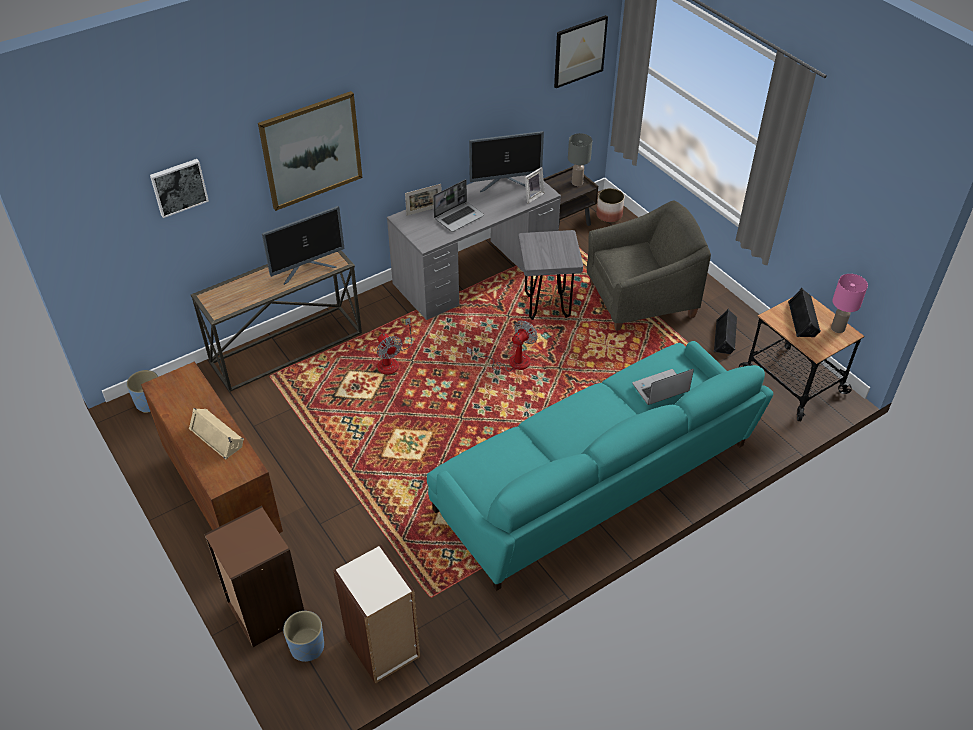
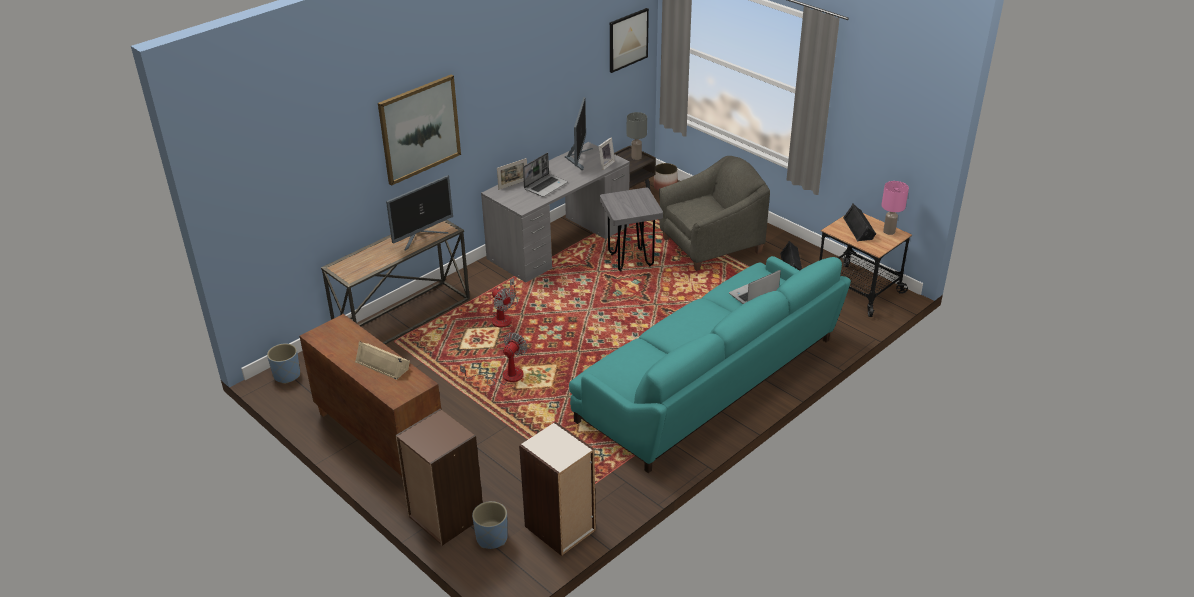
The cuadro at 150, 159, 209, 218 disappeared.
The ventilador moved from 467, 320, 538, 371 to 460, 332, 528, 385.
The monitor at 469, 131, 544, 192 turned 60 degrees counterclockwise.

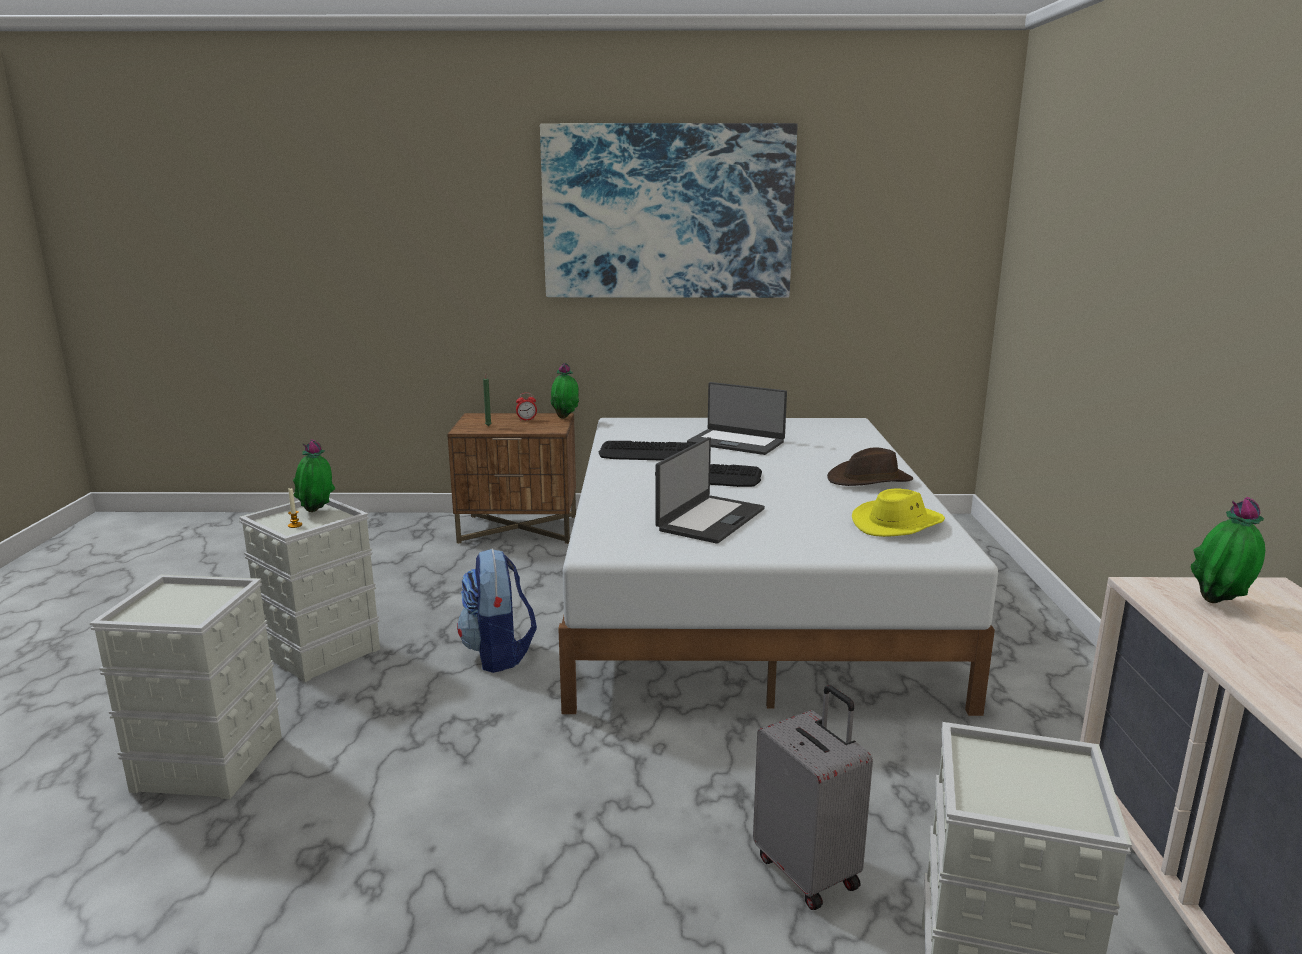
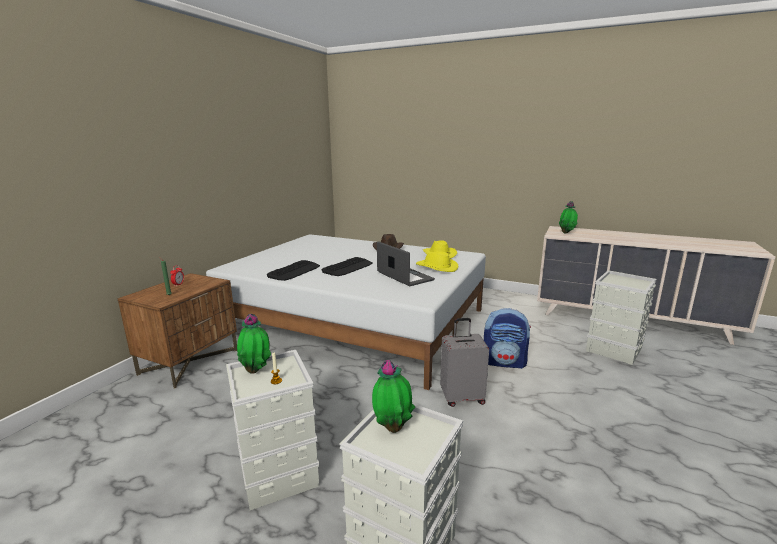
The cuadro at 540, 123, 797, 298 disappeared.
The portátil at 687, 382, 787, 455 disappeared.
The sombrero/amarillo at 416, 251, 458, 272 appeared.
The mochila moved from 457, 549, 537, 673 to 484, 308, 531, 369.
The planta en maceta moved from 551, 363, 579, 419 to 372, 359, 415, 433.
The maleta/gris moved from 753, 685, 873, 910 to 440, 318, 489, 407.

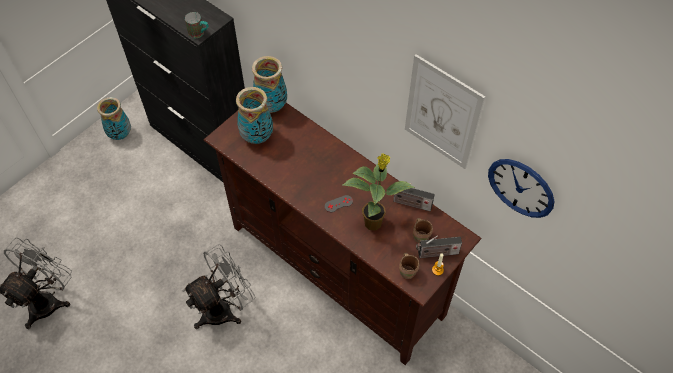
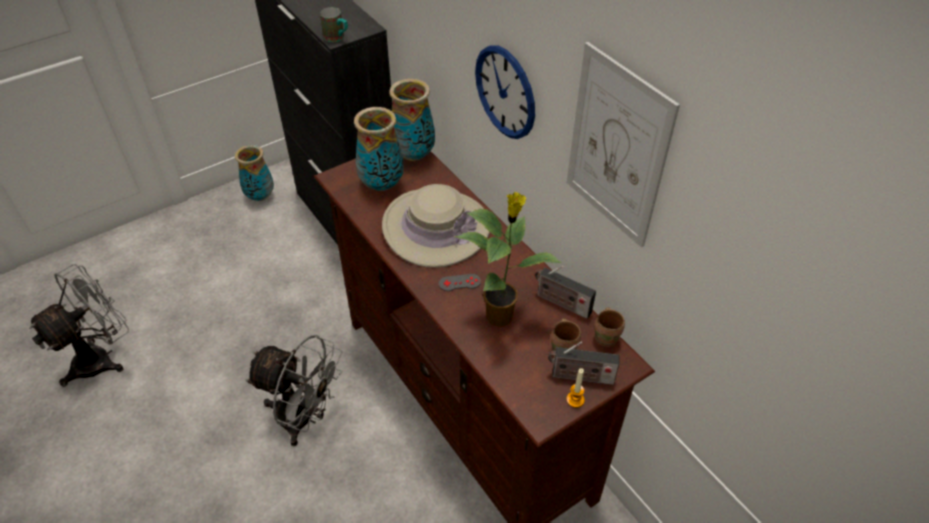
The sombrero/beis at 382, 184, 490, 268 appeared.
The taza grande/marrón moved from 399, 253, 419, 279 to 595, 308, 625, 347.
The reloj de pared moved from 488, 159, 555, 218 to 475, 45, 535, 139.
The ventilador/gris at 183, 244, 256, 329 turned 45 degrees clockwise.

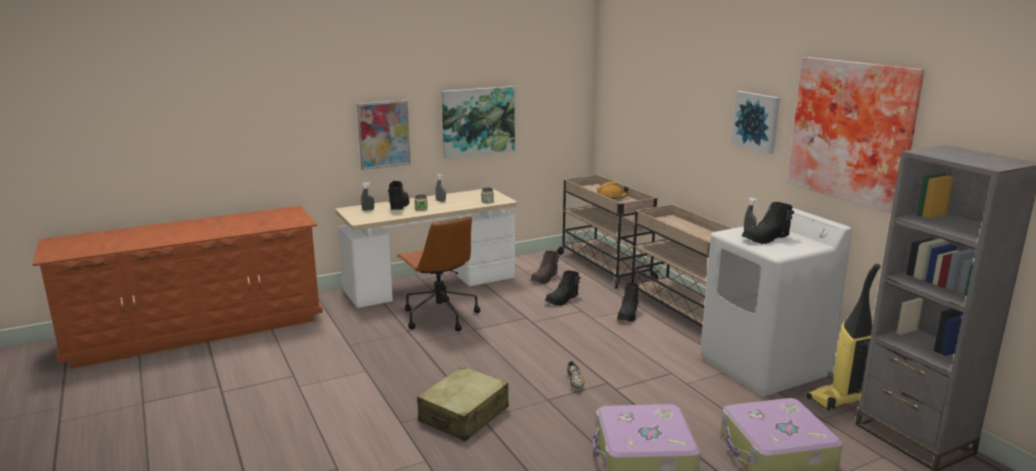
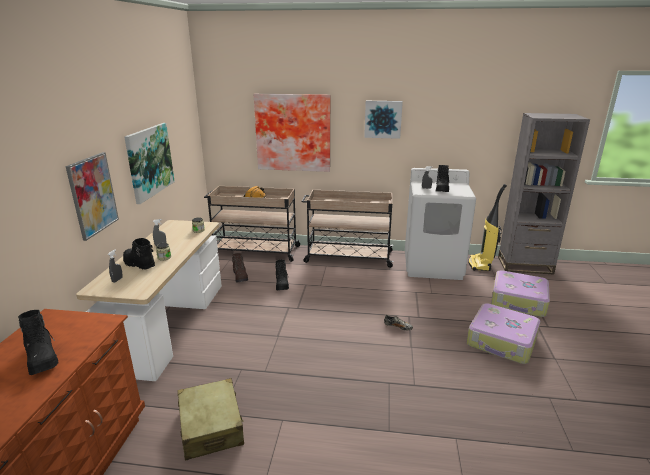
The silla de oficina/marrón at 396, 216, 480, 331 disappeared.
The maleta/beis moved from 417, 366, 509, 441 to 177, 378, 244, 461.
The bota/negro moved from 617, 283, 640, 322 to 18, 310, 58, 375.
The cuadro moved from 787, 57, 925, 214 to 254, 94, 330, 172.

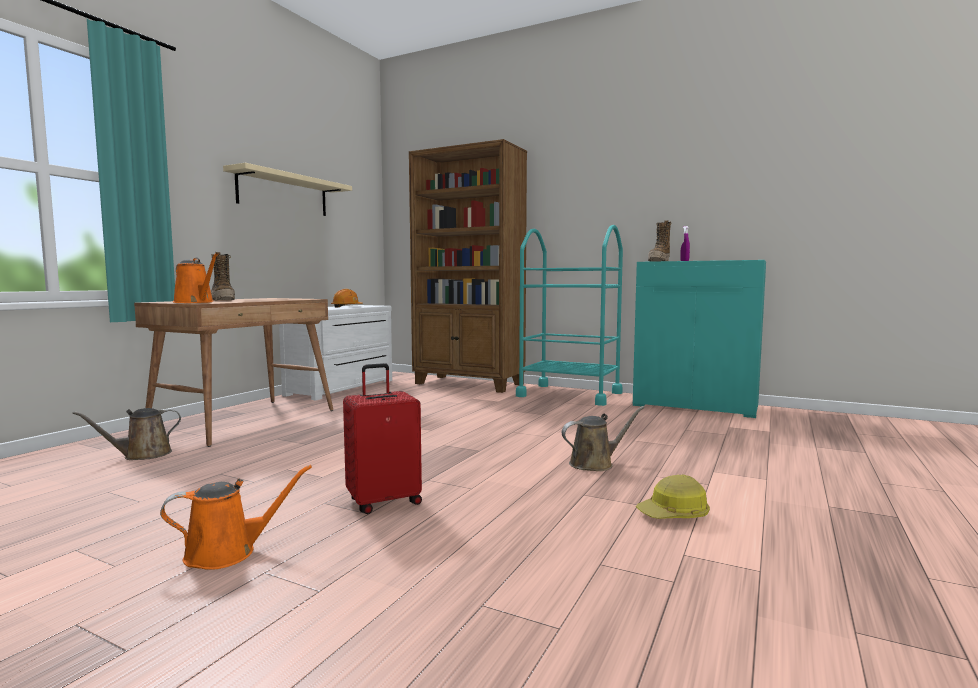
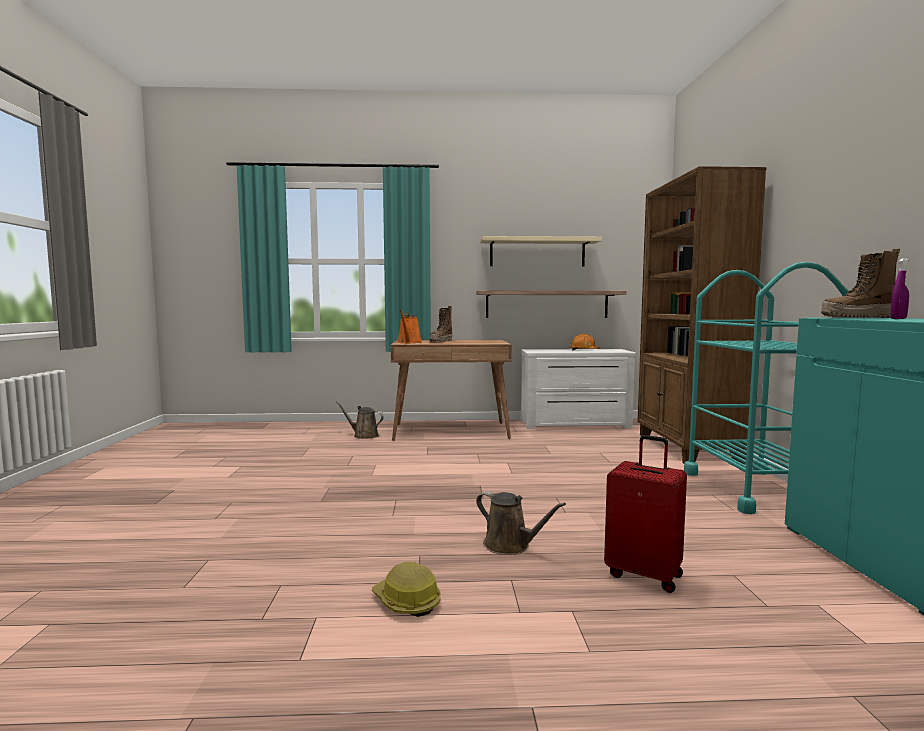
The regadera/naranja at 160, 465, 312, 570 disappeared.
The estante at 476, 291, 626, 318 appeared.
The maleta/rojo moved from 343, 363, 422, 514 to 604, 435, 687, 593.

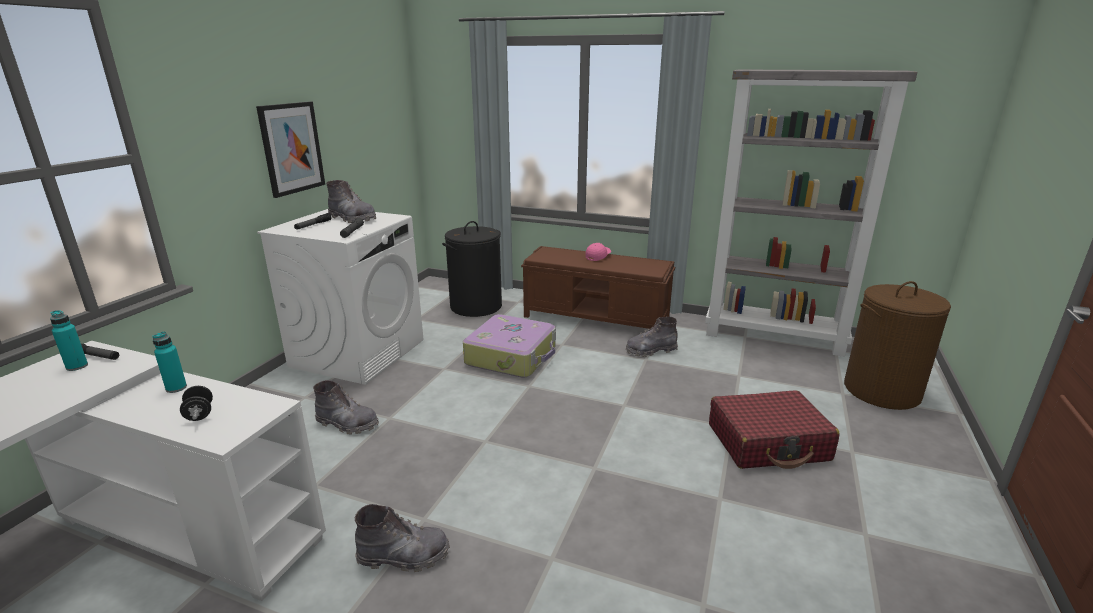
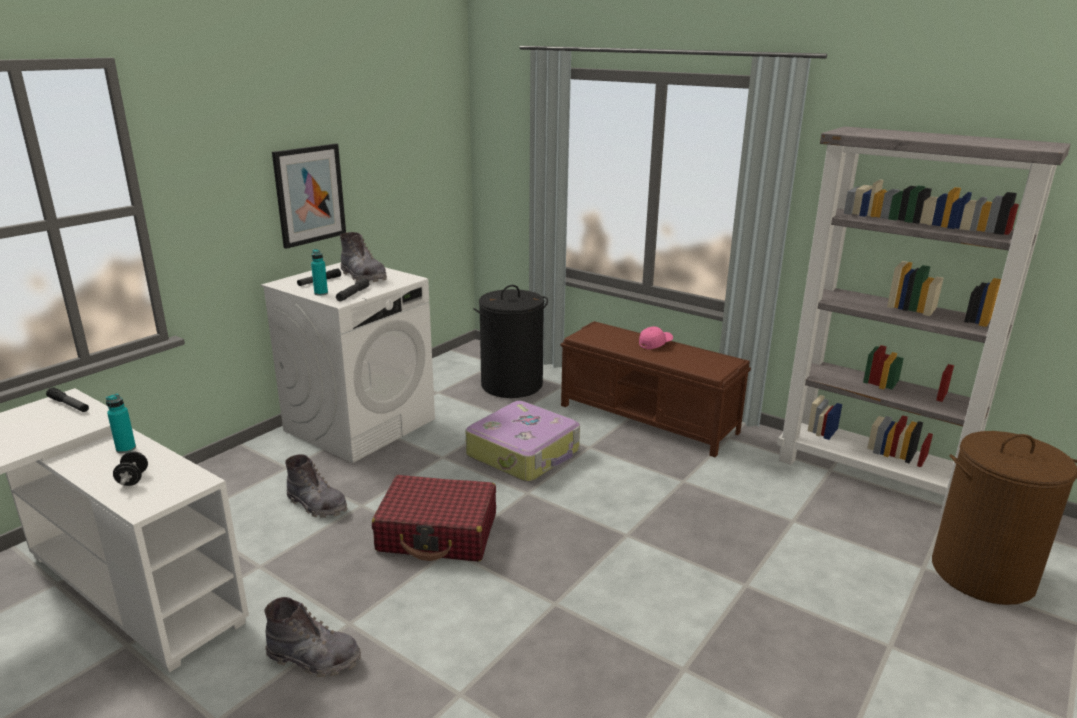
The bota/gris at 626, 317, 678, 357 disappeared.
The botella/turquesa moved from 50, 310, 88, 371 to 311, 249, 328, 296.
The maleta/rojo moved from 709, 390, 840, 469 to 372, 475, 496, 561.

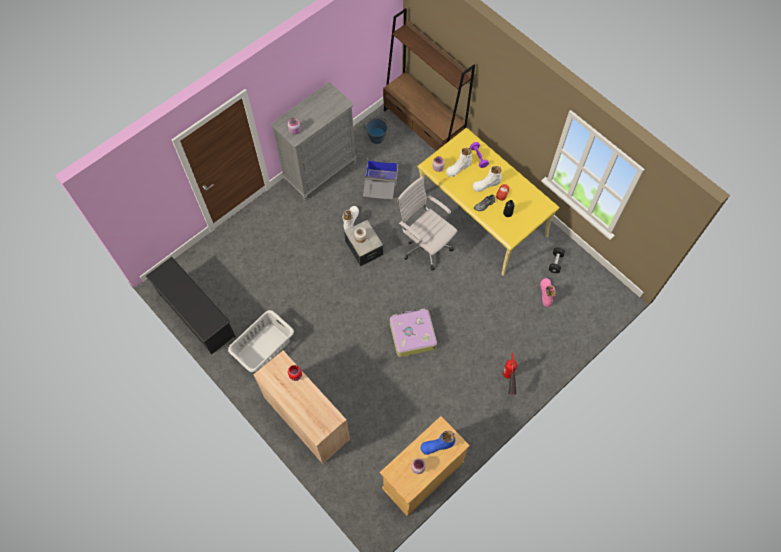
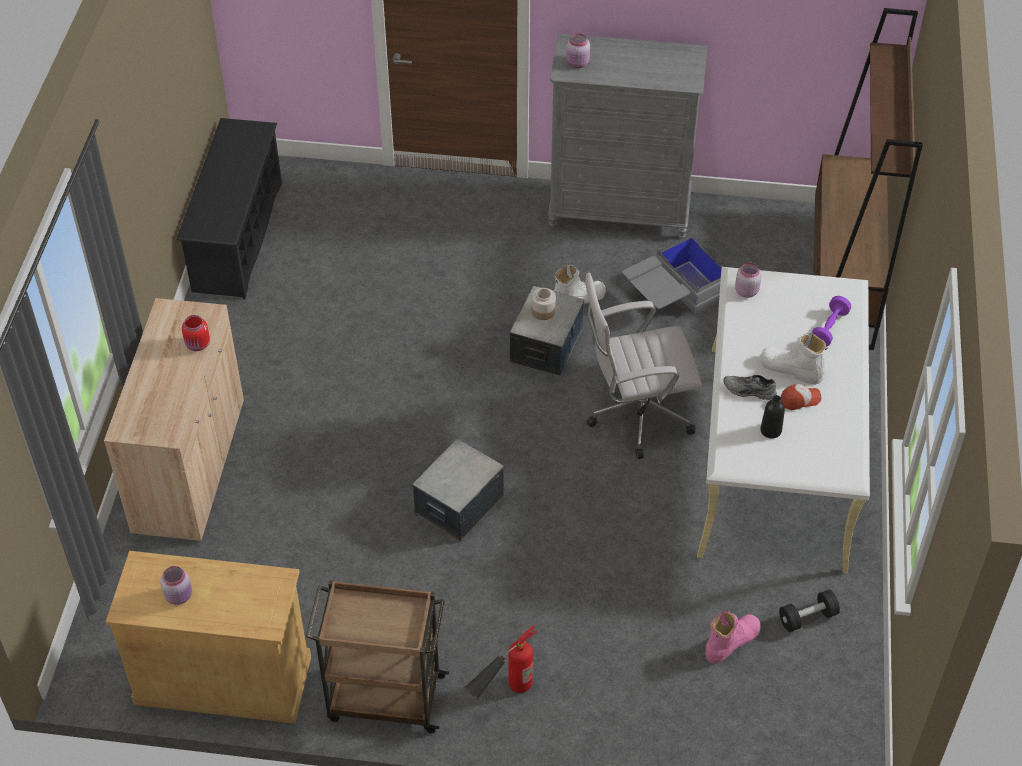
The cesto de la ropa/gris at 228, 310, 294, 372 disappeared.
The cubo/azul at 363, 117, 388, 144 disappeared.
The bota/azul at 421, 431, 455, 455 disappeared.
The bota/blanco at 446, 148, 472, 177 disappeared.
The carrito/marrón at 306, 580, 449, 733 appeared.
The maleta at 390, 309, 437, 357 was replaced by the caja de almacenaje at 412, 439, 504, 541.
The escritorio/amarillo at 417, 128, 560, 276 became the escritorio/blanco at 697, 267, 870, 573.
The silla de oficina/blanco at 397, 177, 457, 271 turned 105 degrees counterclockwise.

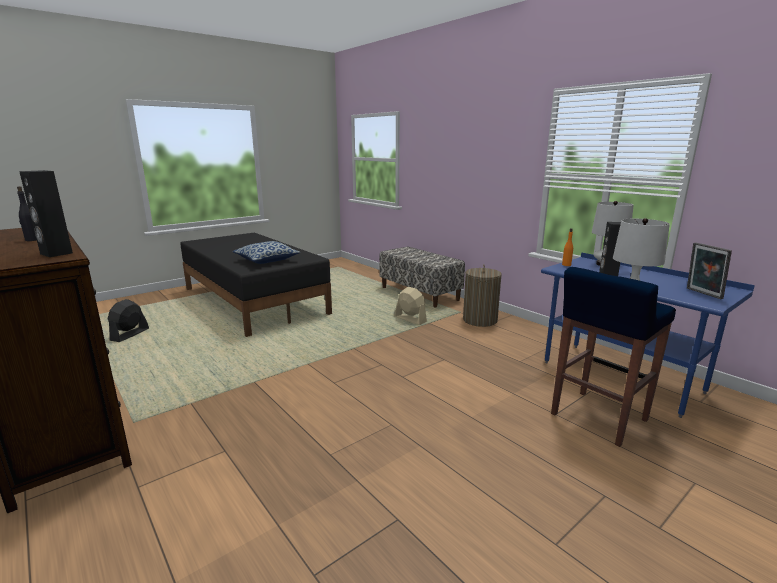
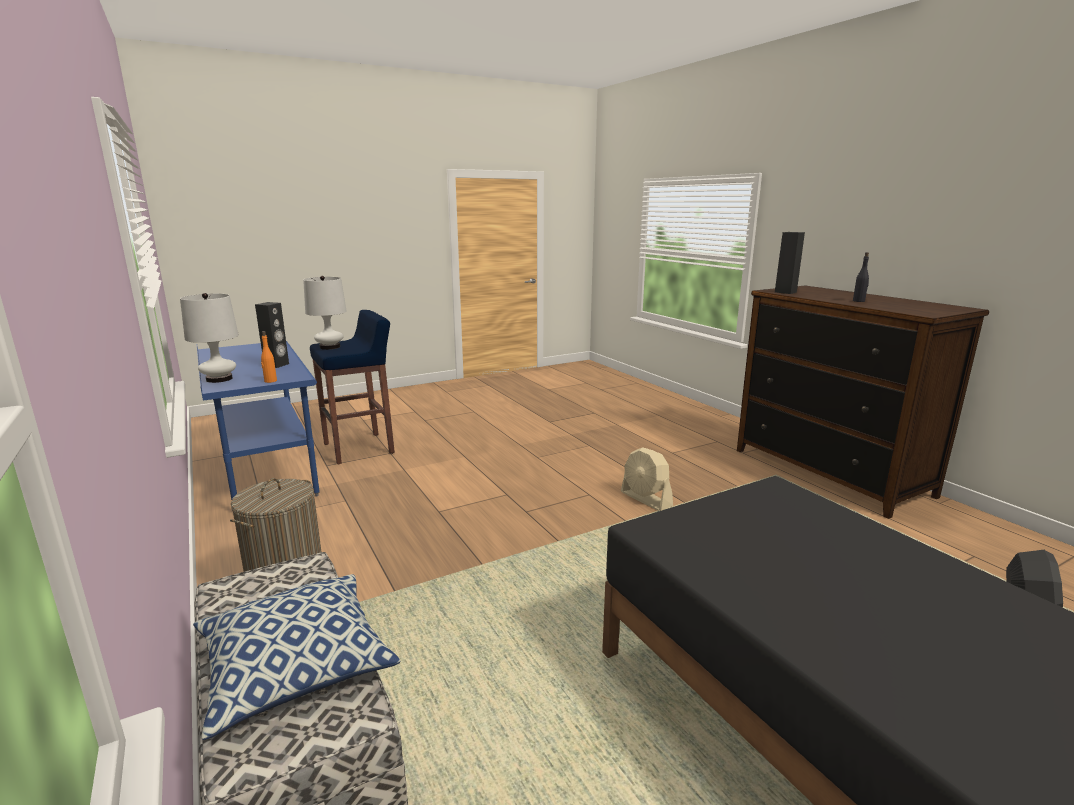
The portarretratos at 687, 243, 732, 299 disappeared.
The cojín moved from 232, 241, 300, 264 to 193, 574, 400, 740.
The ventilador/beis moved from 395, 287, 427, 325 to 621, 447, 673, 511.

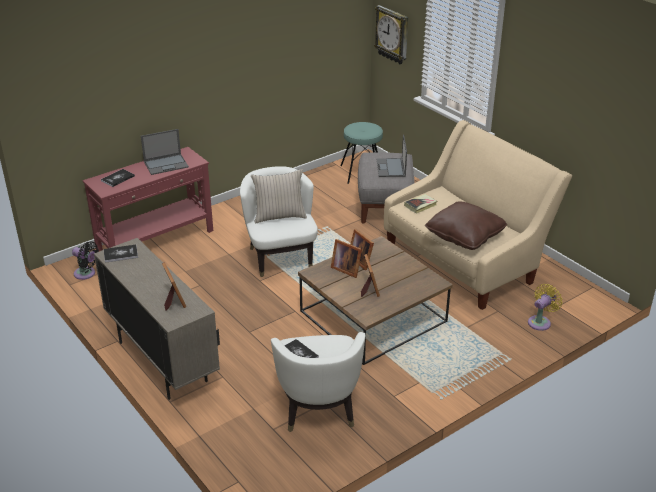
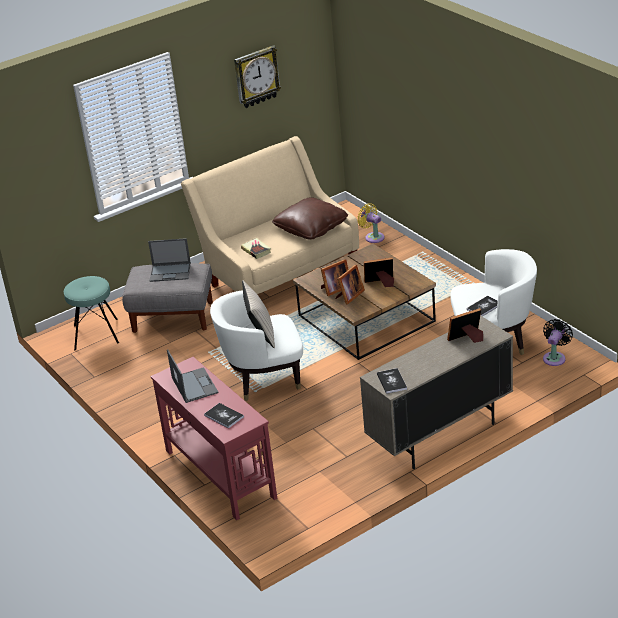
The ventilador/negro moved from 72, 242, 99, 280 to 543, 319, 573, 366.
The reloj de pared moved from 374, 5, 408, 64 to 234, 45, 281, 108.

